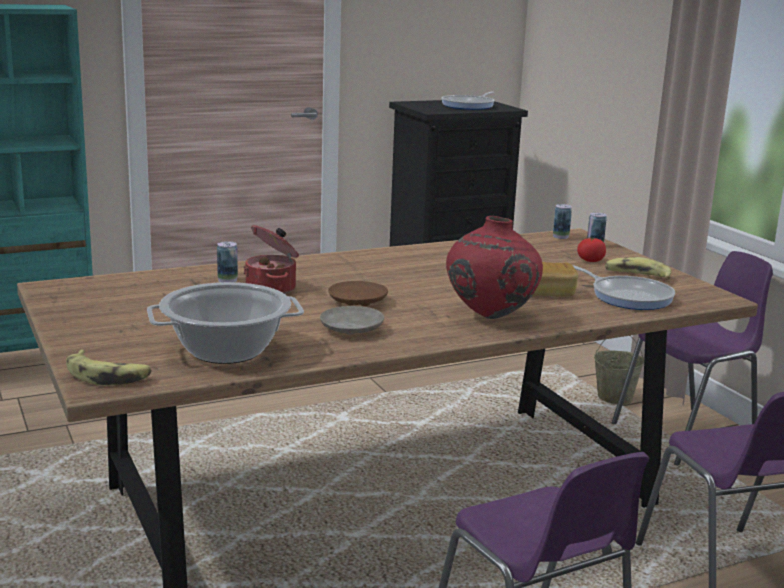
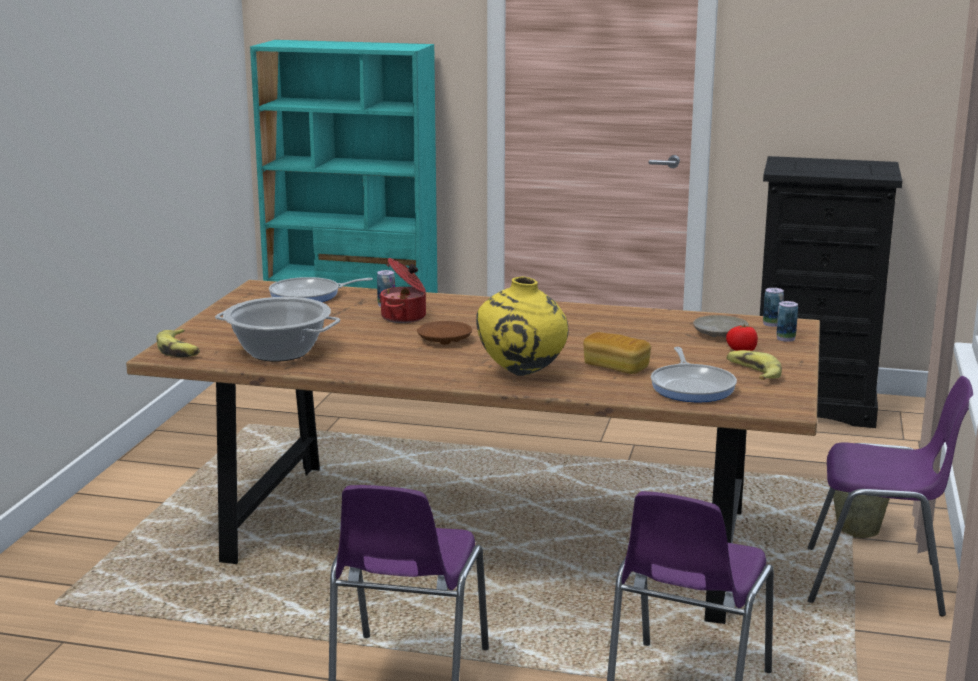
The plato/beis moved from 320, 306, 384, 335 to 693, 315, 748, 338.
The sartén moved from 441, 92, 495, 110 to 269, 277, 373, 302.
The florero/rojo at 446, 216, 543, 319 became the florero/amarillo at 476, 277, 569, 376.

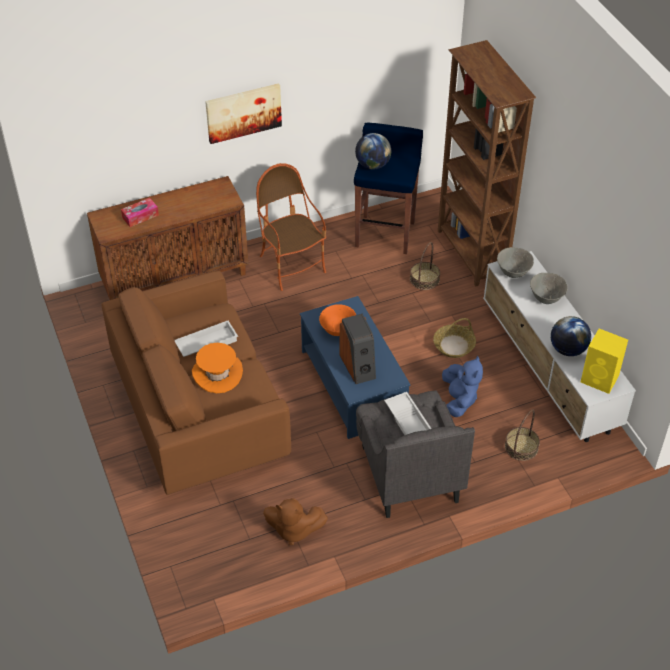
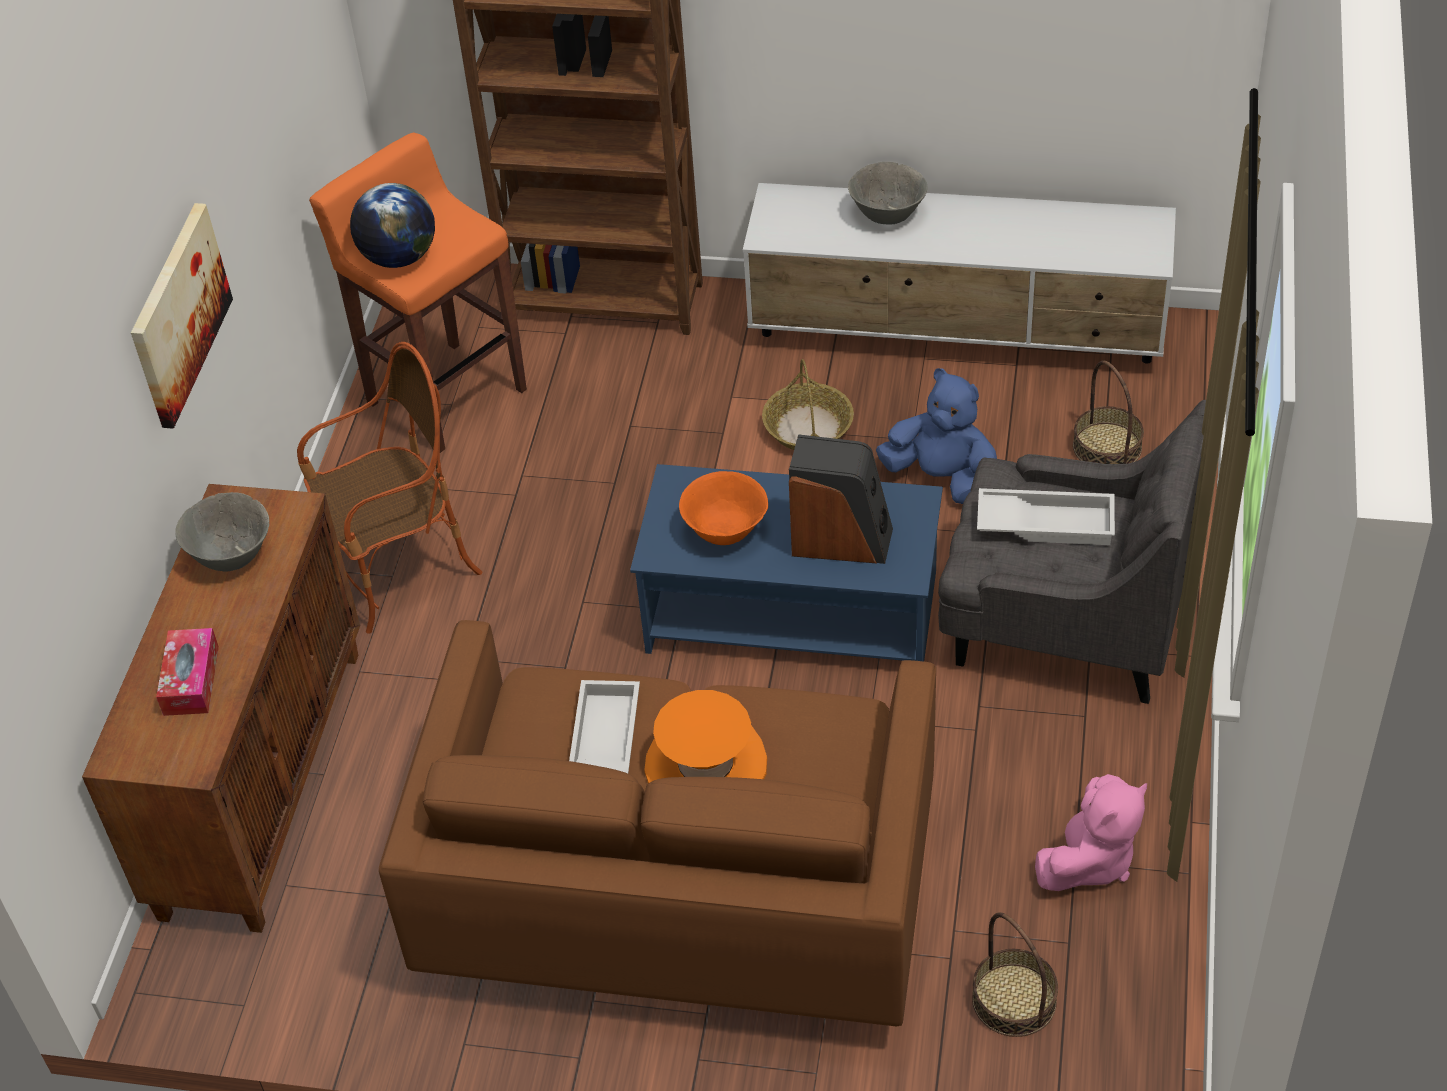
The globo terráqueo at 551, 316, 591, 356 disappeared.
The altavoz/amarillo at 581, 329, 628, 394 disappeared.
The cesta moved from 410, 242, 440, 290 to 972, 912, 1058, 1037.
The cuenco/gris moved from 497, 247, 534, 278 to 175, 492, 269, 571.
The peluche/marrón at 263, 498, 328, 545 became the peluche/rosa at 1035, 774, 1147, 891.
The taburete/azul at 354, 123, 423, 254 became the taburete/naranja at 309, 133, 527, 453.
The sillón at 256, 163, 326, 291 turned 150 degrees clockwise.

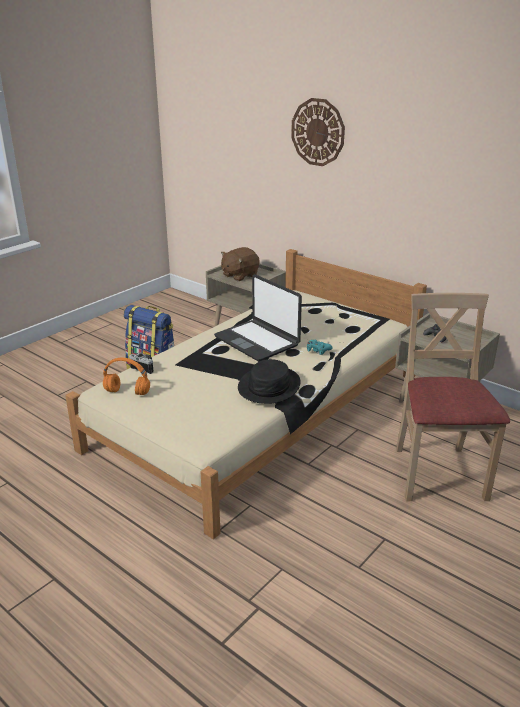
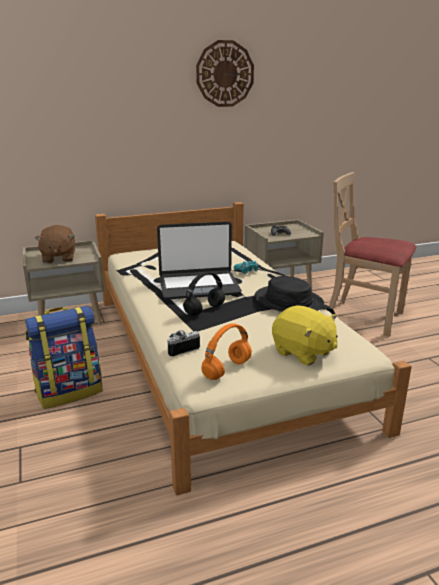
The auriculares/negro at 183, 272, 225, 316 appeared.
The peluche/amarillo at 272, 305, 338, 365 appeared.
The reloj de pared moved from 291, 98, 345, 166 to 196, 40, 254, 107.

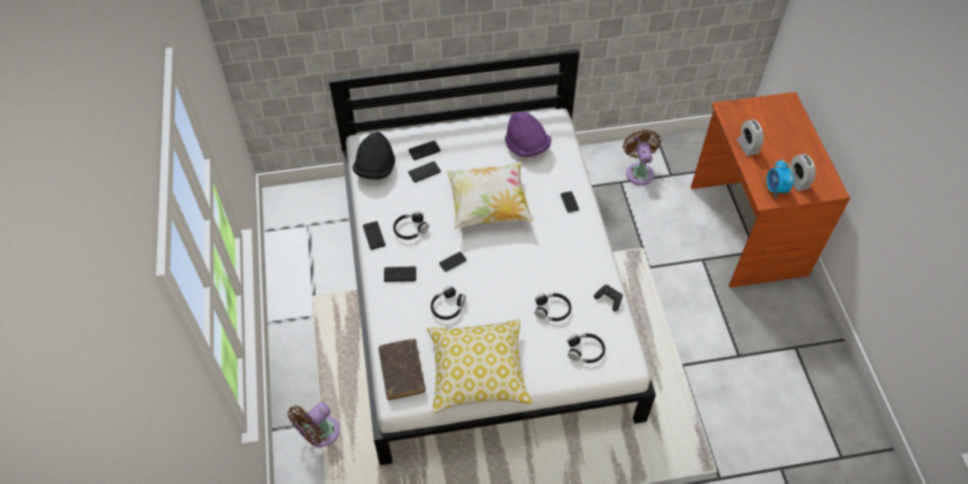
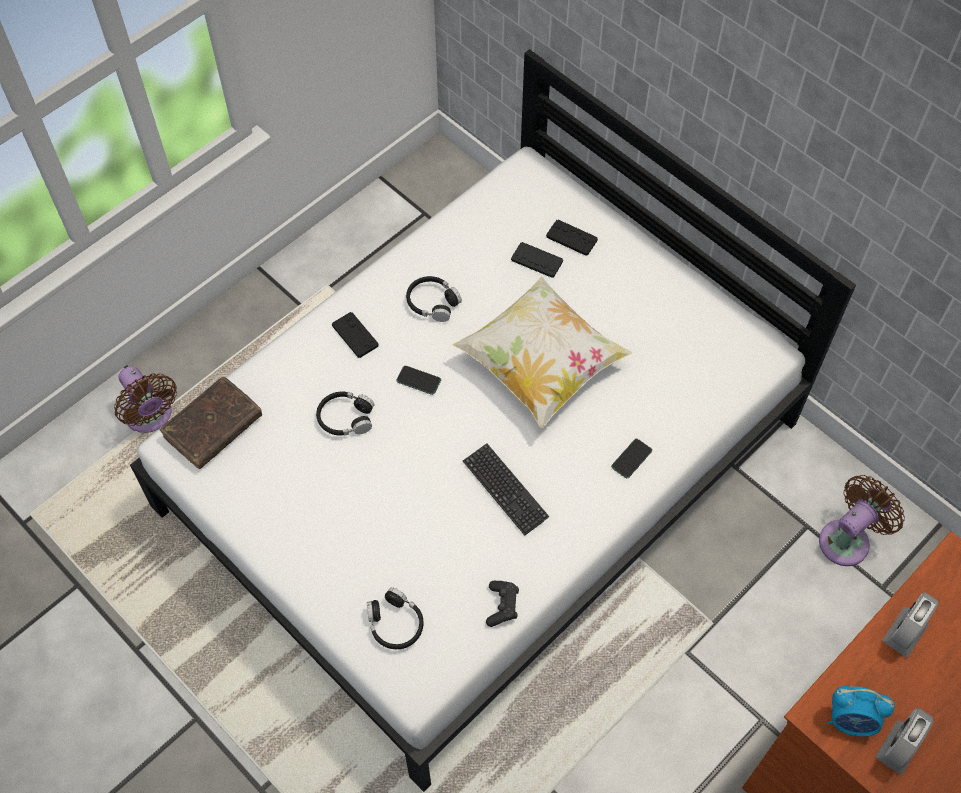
The sombrero/negro at 352, 132, 395, 180 disappeared.
The mando de consola/negro at 363, 221, 385, 250 disappeared.
The cojín at 427, 319, 532, 413 disappeared.
The sombrero/morado at 505, 112, 551, 157 disappeared.
The auriculares/negro at 535, 293, 571, 321 disappeared.
The teclado at 463, 443, 549, 536 appeared.
The ventilador/marrón at 288, 402, 340, 447 turned 135 degrees counterclockwise.
The despertador at 767, 159, 794, 198 turned 120 degrees counterclockwise.

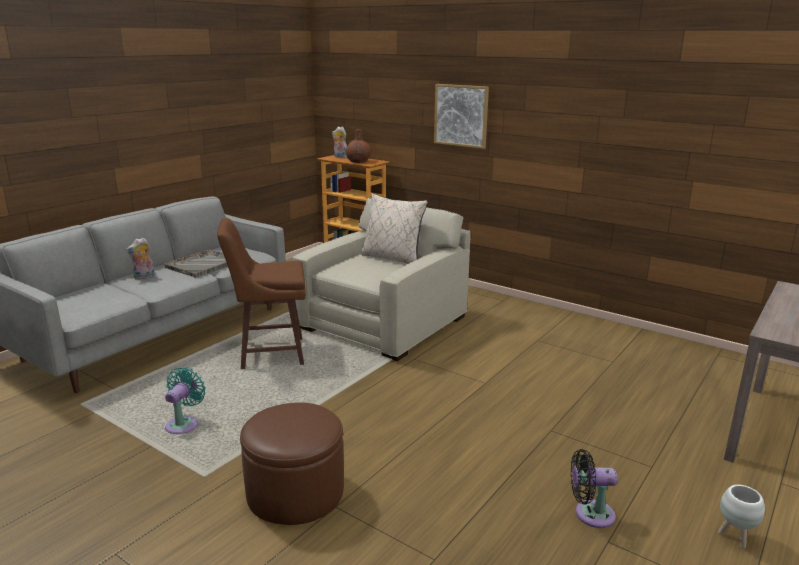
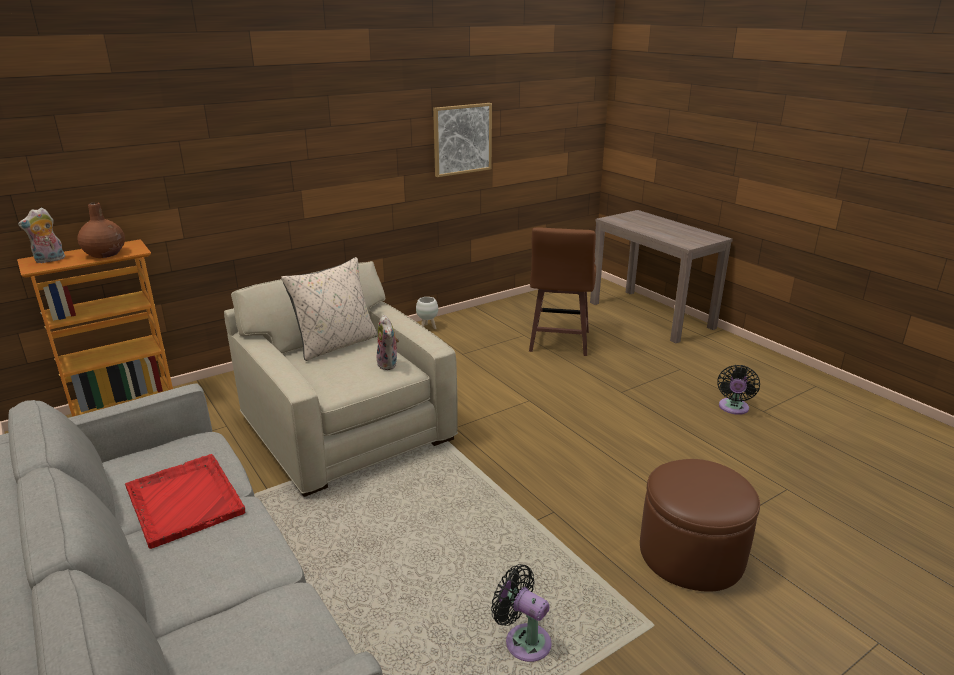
The peluche moved from 126, 237, 155, 280 to 377, 315, 399, 370.
The taburete/marrón moved from 217, 217, 306, 369 to 529, 228, 596, 356.
The cuadro moved from 434, 84, 489, 149 to 433, 103, 492, 177.
The maceta/blanco moved from 718, 485, 765, 549 to 416, 297, 438, 329.
The bandeja/gris at 164, 249, 228, 278 became the bandeja/rojo at 125, 454, 245, 549.
The ventilador/turquesa at 165, 367, 206, 434 became the ventilador/negro at 491, 564, 552, 662.

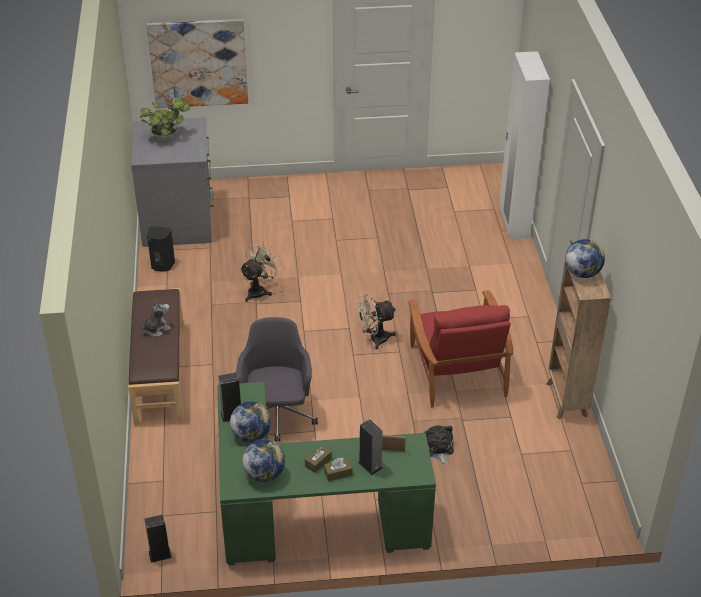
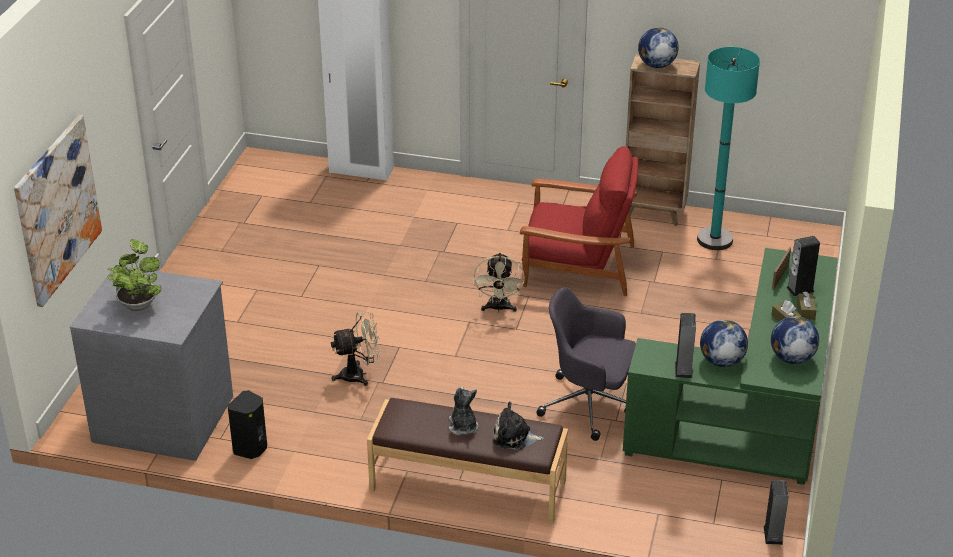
The lámpara de pie/turquesa at 697, 47, 760, 250 appeared.
The peluche moved from 424, 425, 454, 465 to 493, 402, 544, 450.
The ventilador/beis at 240, 242, 282, 302 turned 105 degrees clockwise.

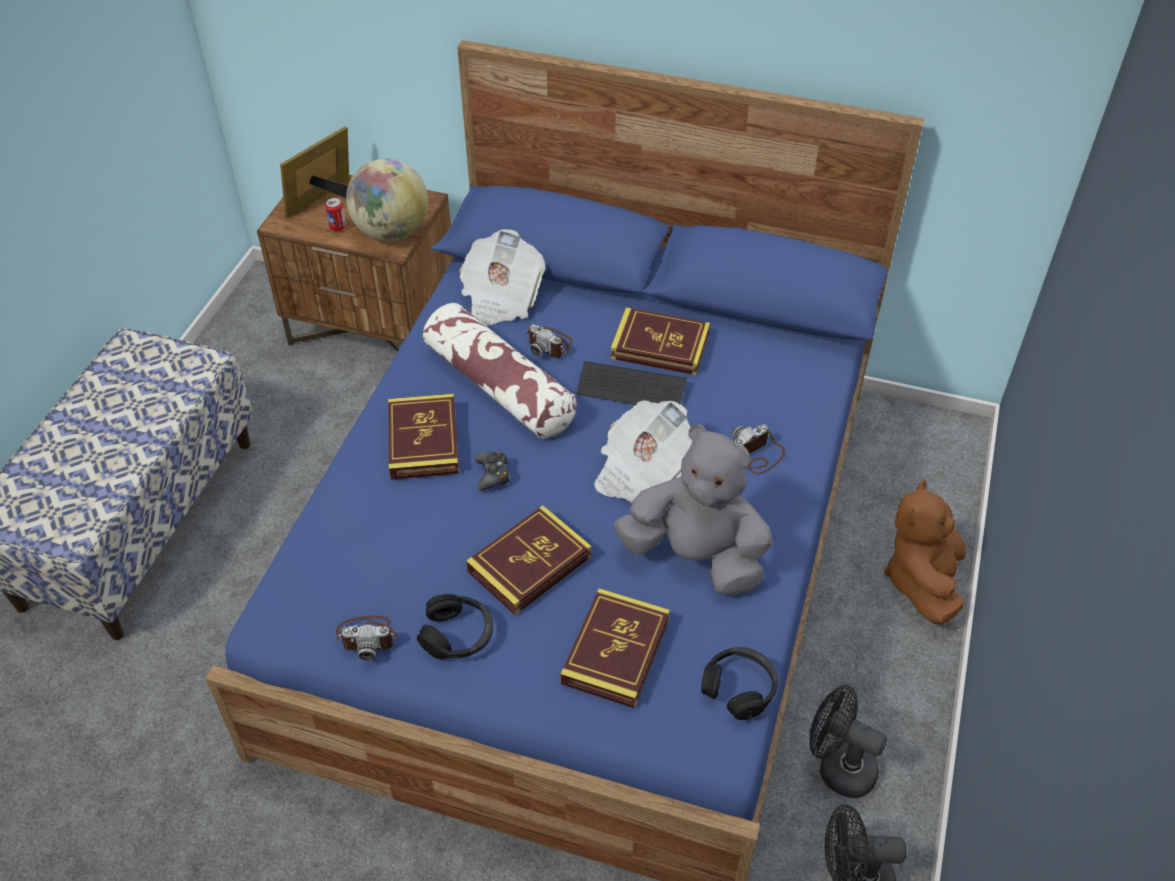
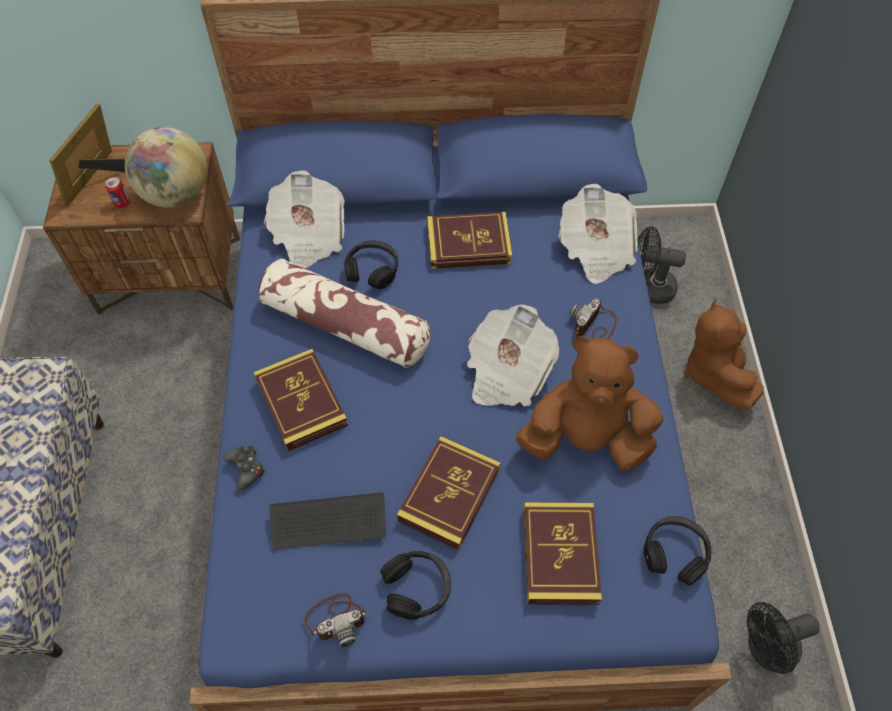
The periódico at 559, 184, 638, 284 appeared.
The mando de consola/negro moved from 474, 450, 510, 491 to 224, 446, 266, 491.
The teclado moved from 577, 361, 687, 405 to 269, 492, 386, 550.
The ventilador/negro moved from 810, 685, 888, 798 to 637, 226, 686, 304.
The cámara at 526, 324, 573, 358 was replaced by the auriculares/negro at 344, 241, 398, 289.
The peluche/gris at 614, 424, 773, 595 became the peluche/marrón at 516, 337, 663, 471.

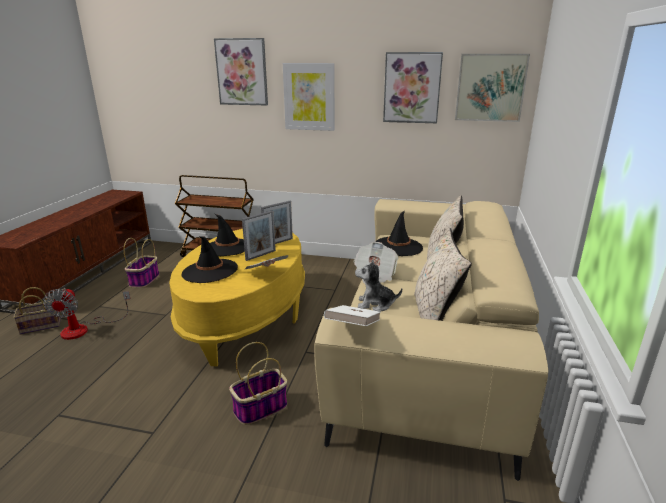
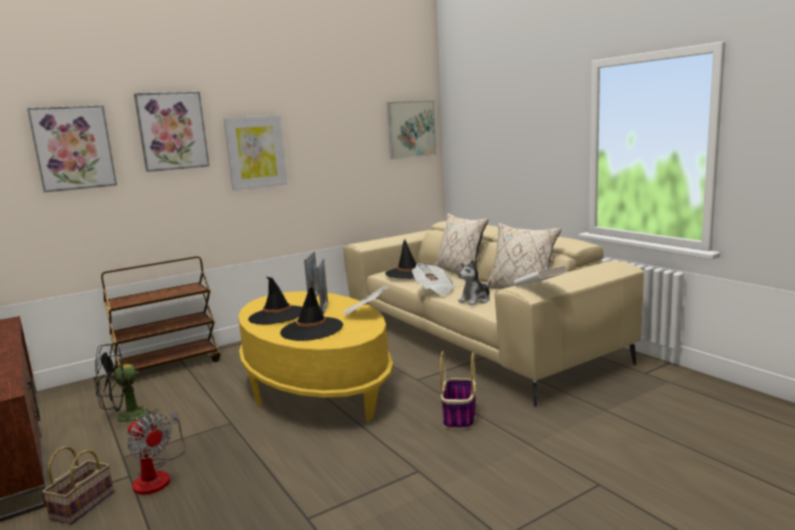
The cuadro moved from 383, 52, 443, 123 to 27, 105, 117, 192.
The cesta at 123, 238, 159, 288 was replaced by the ventilador/negro at 95, 342, 159, 422.

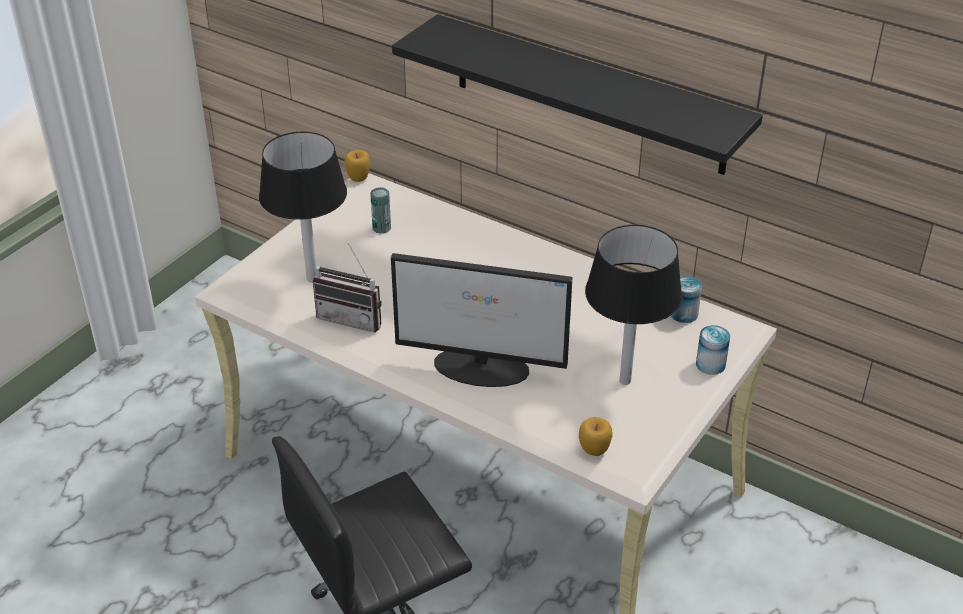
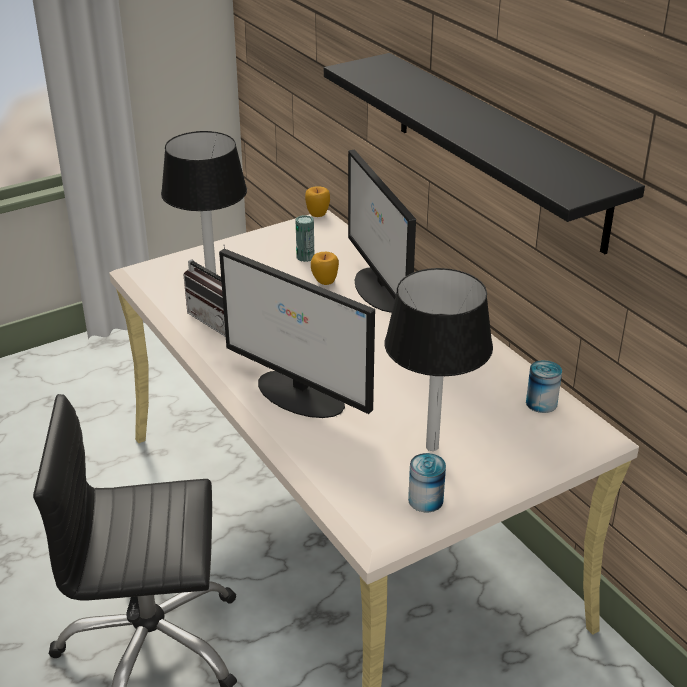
The monitor at 348, 149, 416, 313 appeared.
The manzana moved from 579, 417, 612, 456 to 311, 252, 339, 285.
The lata moved from 696, 325, 730, 375 to 408, 453, 446, 512.

